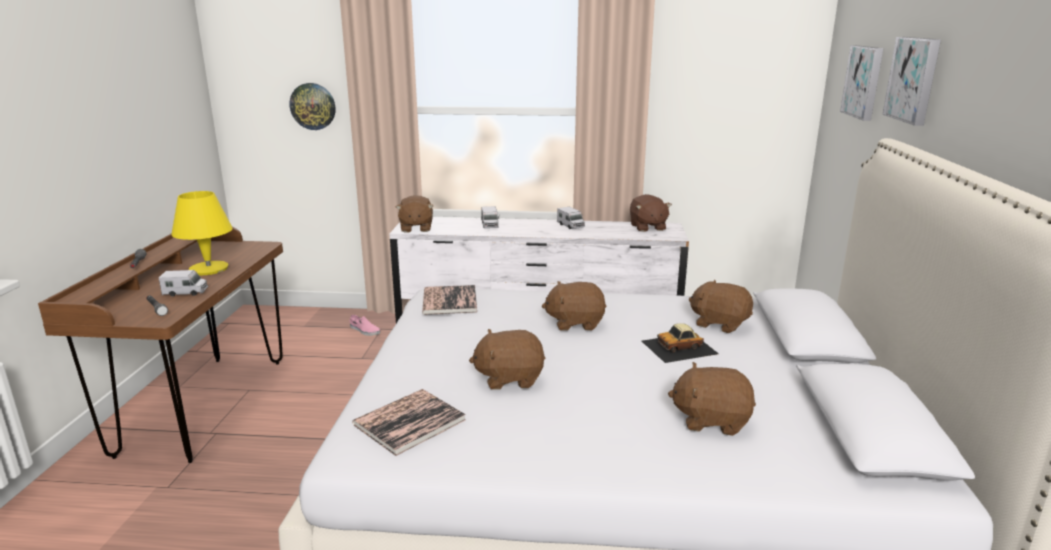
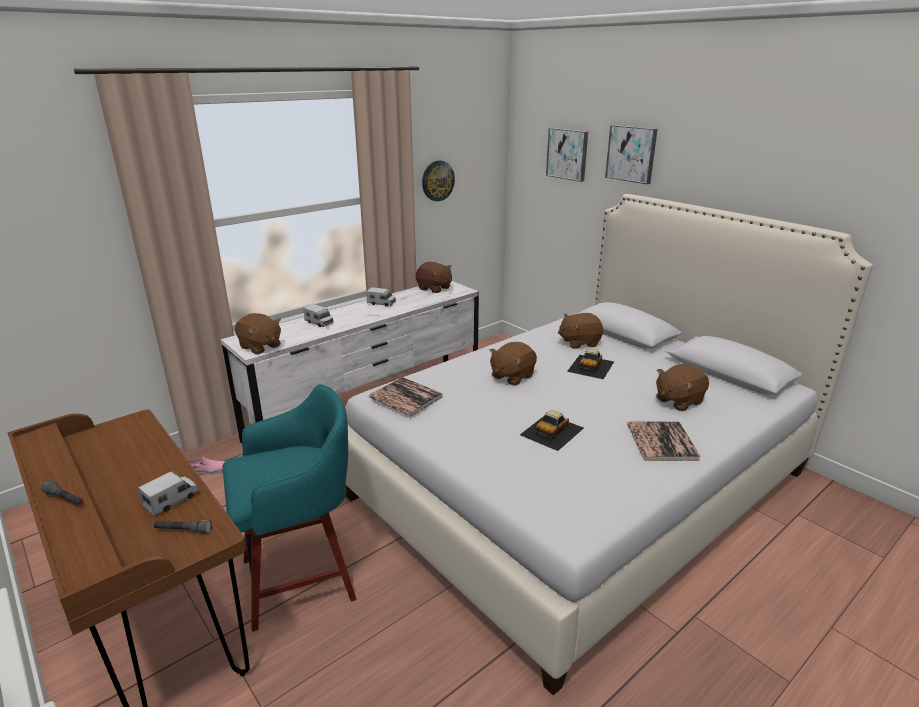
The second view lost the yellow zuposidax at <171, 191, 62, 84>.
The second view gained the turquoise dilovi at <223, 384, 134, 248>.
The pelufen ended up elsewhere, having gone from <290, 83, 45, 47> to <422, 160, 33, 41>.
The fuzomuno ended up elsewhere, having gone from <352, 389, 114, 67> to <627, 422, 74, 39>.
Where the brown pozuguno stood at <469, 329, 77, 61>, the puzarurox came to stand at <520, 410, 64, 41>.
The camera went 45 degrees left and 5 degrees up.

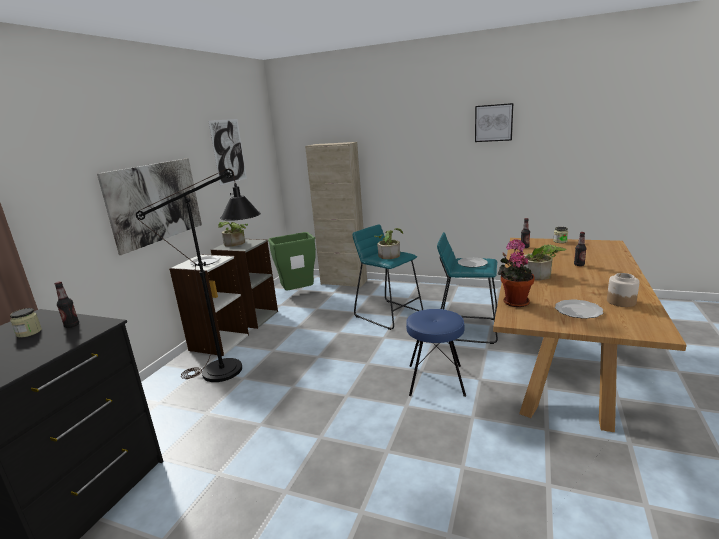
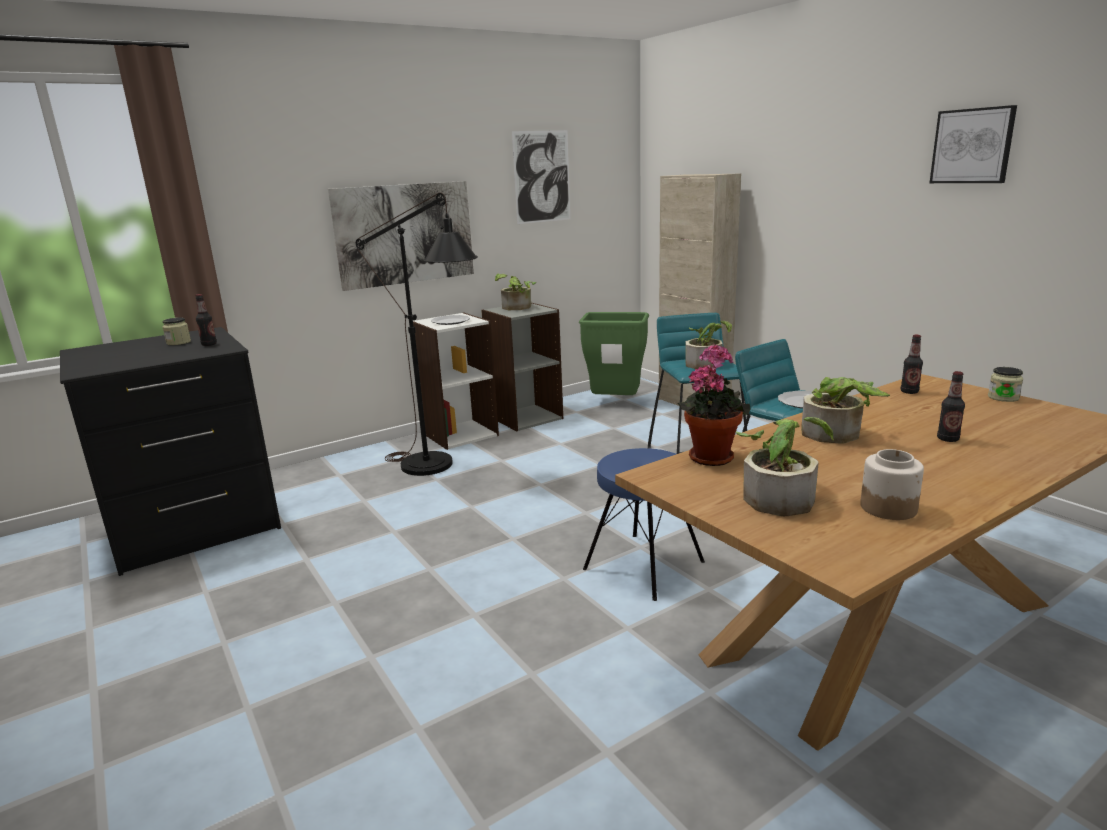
Where the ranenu stood at <555, 299, 48, 20>, the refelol came to stand at <736, 417, 98, 99>.
The camera went 35 degrees right and 0 degrees up.

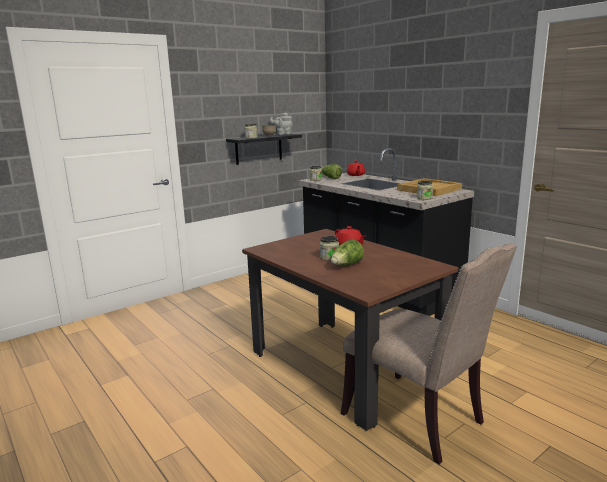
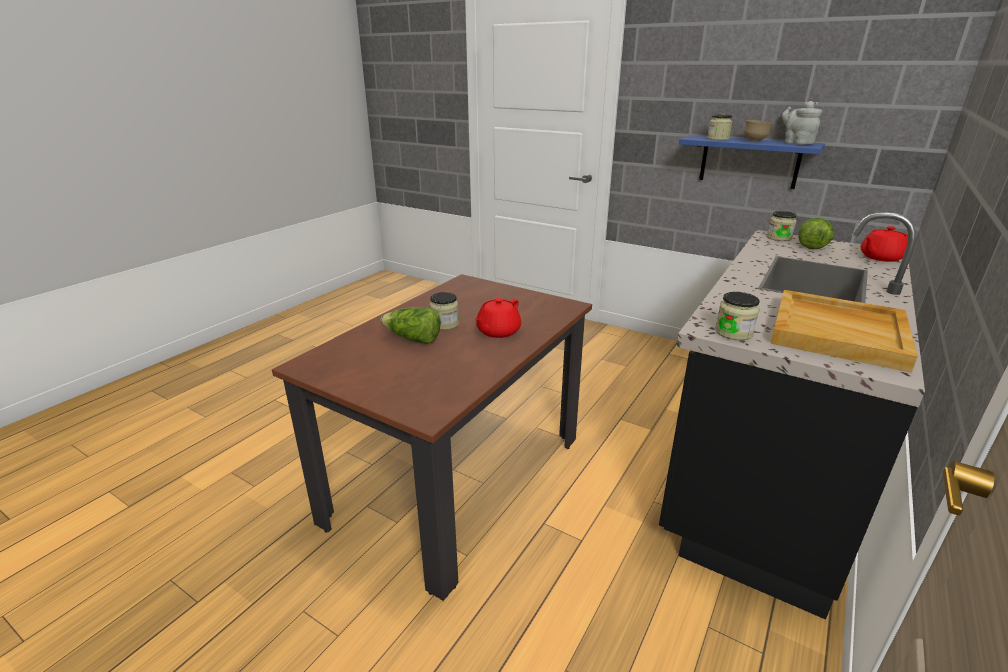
The second view lost the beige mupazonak at <341, 243, 176, 221>.
What was the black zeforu at <226, 134, 76, 31> turned into the blue zeforu at <679, 135, 146, 54>.
The camera went 70 degrees right and 10 degrees up.

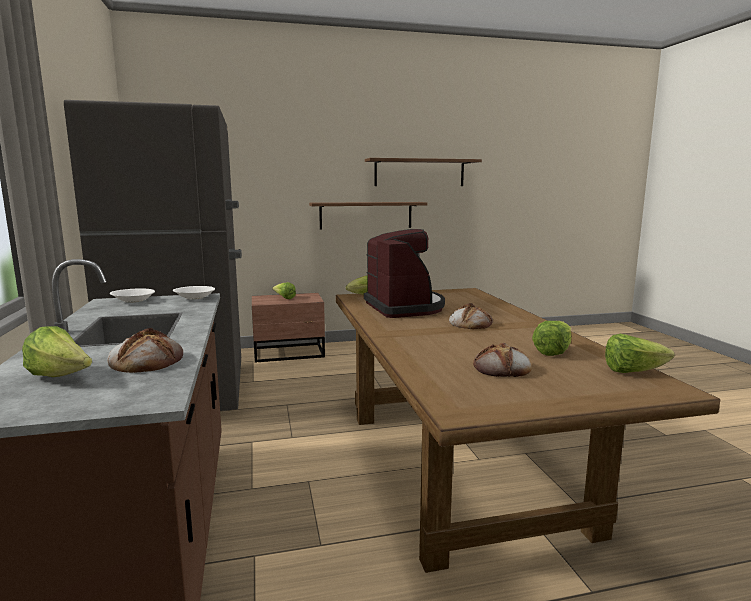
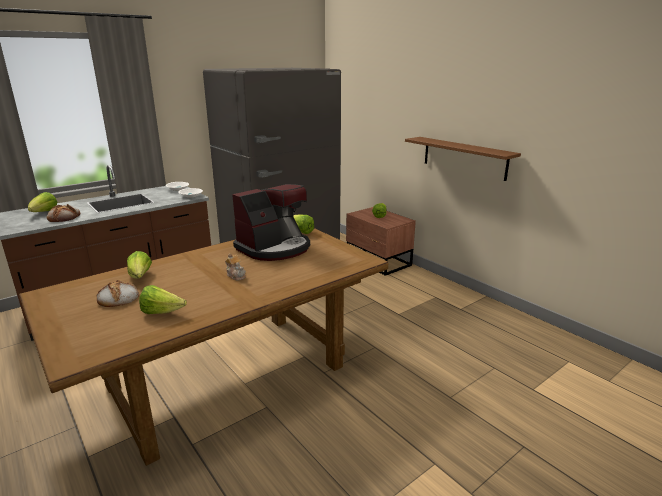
The second view lost the brown zeforu at <365, 158, 117, 28>.
The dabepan ended up elsewhere, having gone from <605, 334, 70, 39> to <127, 251, 25, 28>.
Where the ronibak stood at <449, 303, 44, 26>, the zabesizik came to stand at <225, 253, 21, 28>.
The camera went 65 degrees right and 10 degrees up.

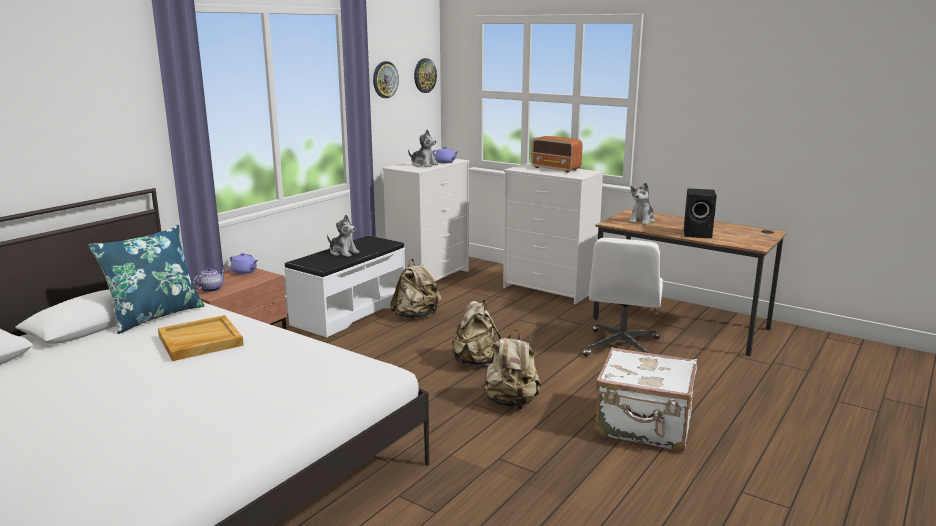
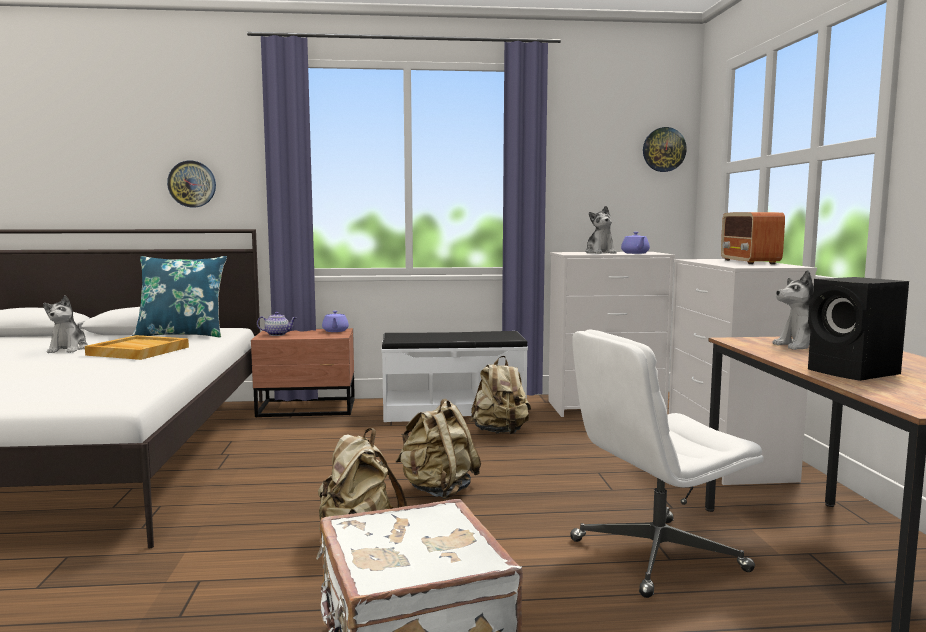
The pozuguno ended up elsewhere, having gone from <327, 215, 33, 42> to <43, 295, 45, 58>.
The pelufen ended up elsewhere, having gone from <373, 61, 26, 37> to <167, 161, 49, 46>.
The camera went 50 degrees right and 10 degrees down.

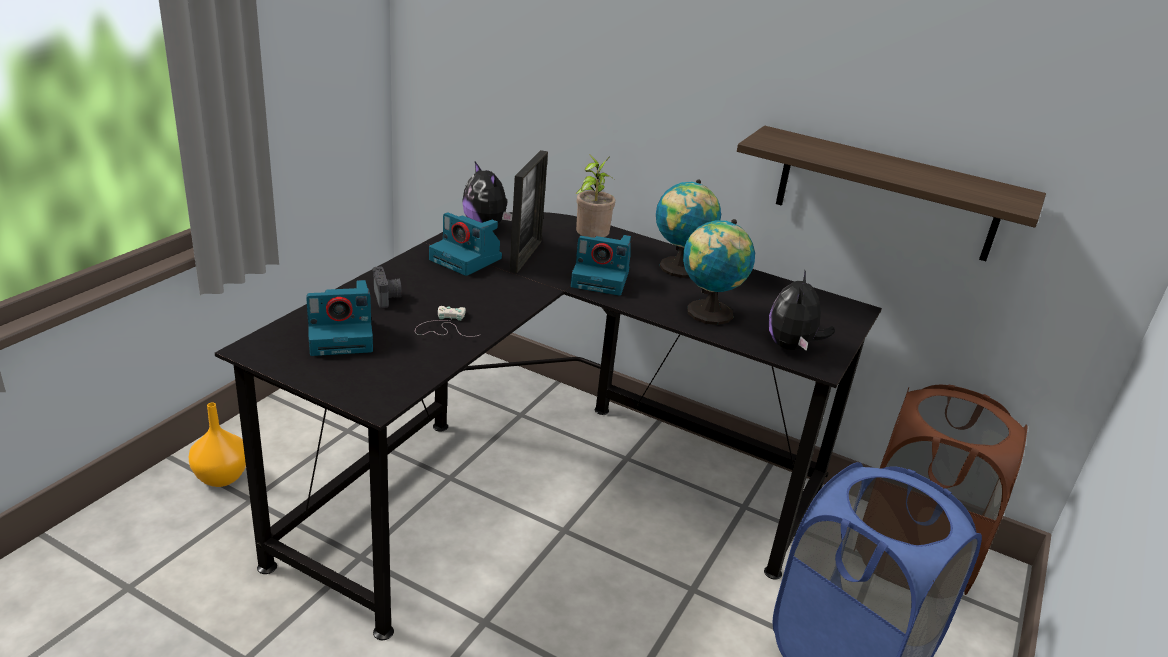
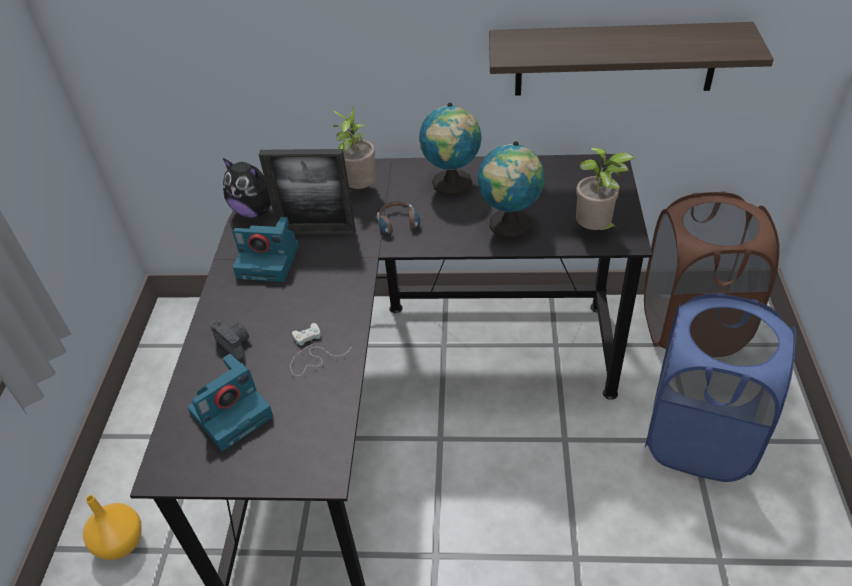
Where the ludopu stood at <571, 235, 60, 61>, the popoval came to stand at <377, 201, 44, 38>.
Where the pozuguno stood at <769, 269, 66, 82>, the refelol came to stand at <576, 148, 58, 82>.
The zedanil at <509, 150, 39, 123> ended up facing another way, 105 degrees clockwise from before.
The camera went 20 degrees left and 15 degrees up.

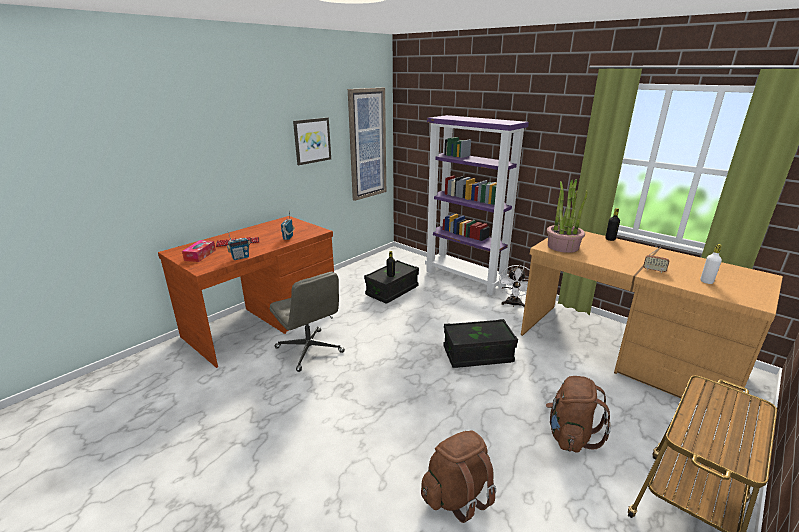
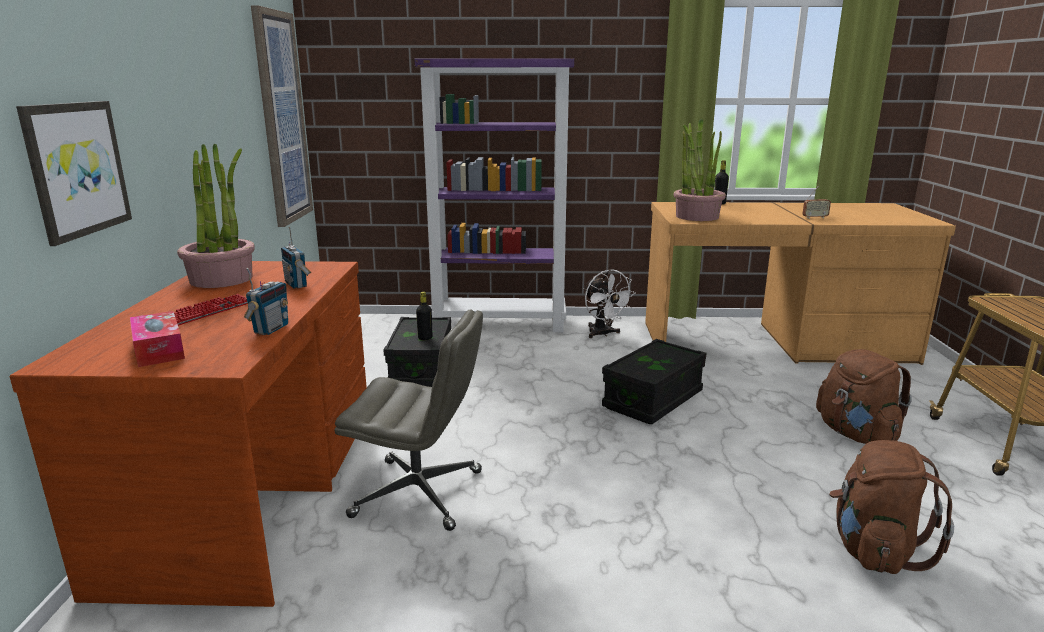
The second view lost the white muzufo at <701, 244, 21, 40>.
The second view gained the refelol at <177, 144, 78, 144>.
The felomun ended up elsewhere, having gone from <293, 117, 38, 48> to <16, 101, 116, 145>.
The camera went 40 degrees left and 5 degrees down.

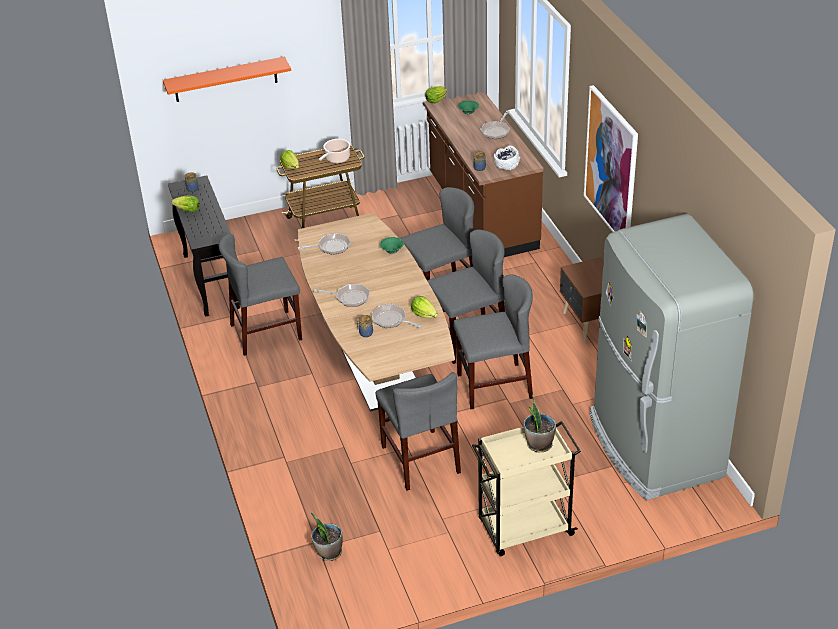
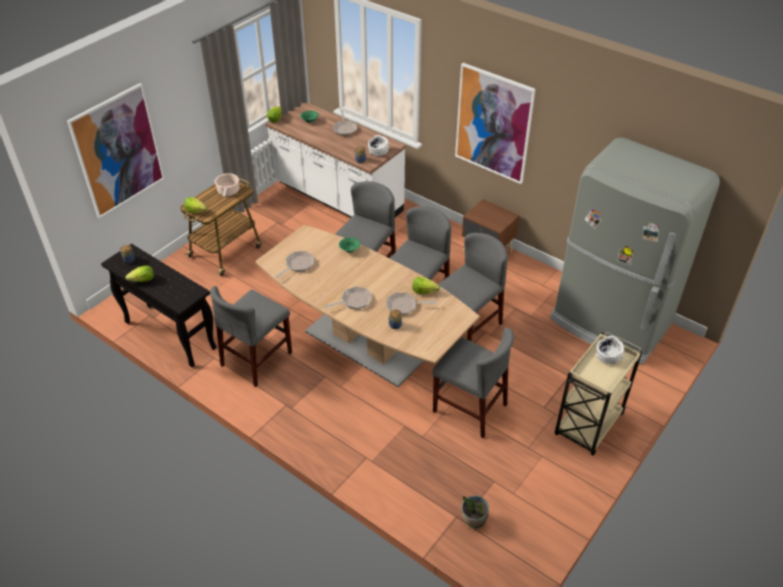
Where the orange zeforu hung at <163, 57, 128, 45>, the felomun came to hang at <67, 83, 98, 135>.
Where the refelol stood at <524, 395, 32, 57>, the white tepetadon came to stand at <596, 336, 28, 28>.
What was the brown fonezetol at <422, 92, 121, 165> turned into the white fonezetol at <264, 103, 142, 114>.
The camera went 35 degrees left and 5 degrees up.

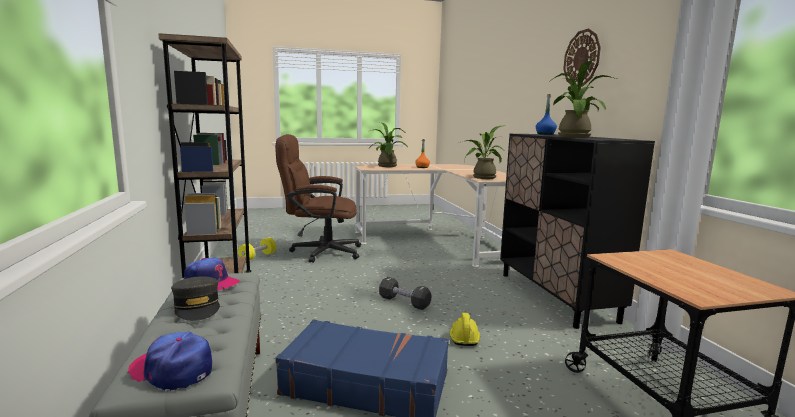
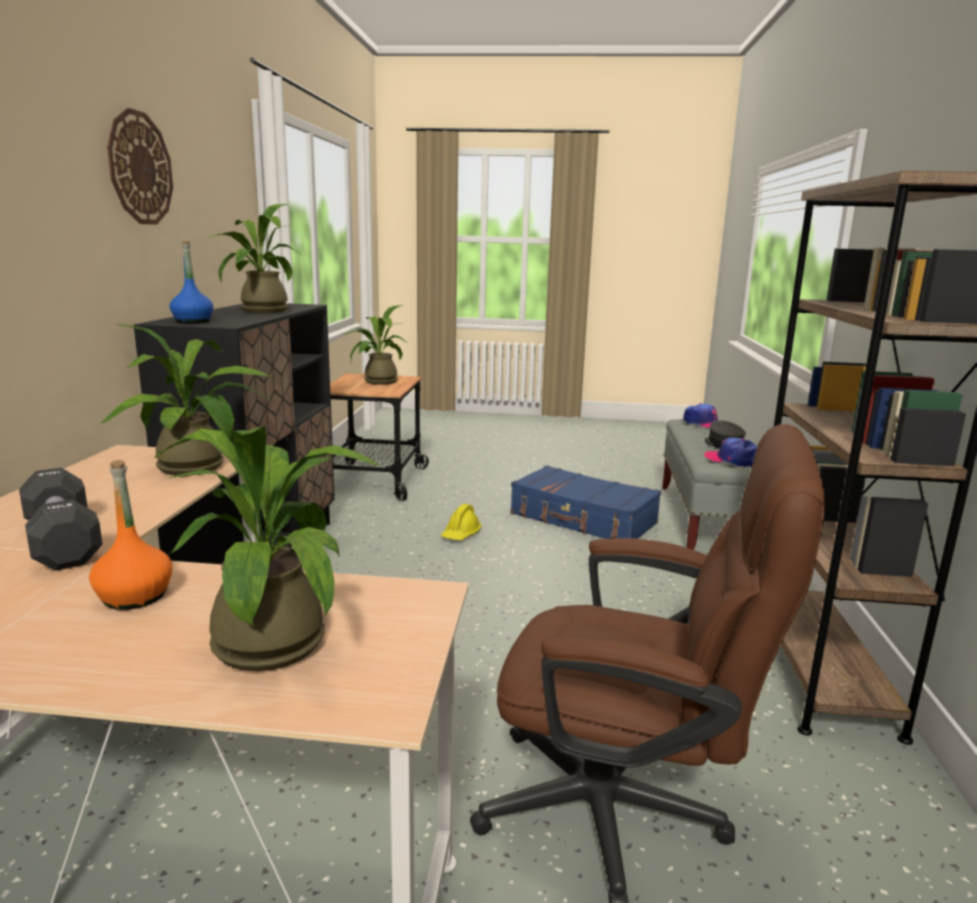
The second view lost the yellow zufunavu at <238, 238, 38, 22>.
The second view gained the refelol at <343, 305, 64, 80>.
The black zufunavu ended up elsewhere, having gone from <379, 277, 52, 33> to <19, 468, 83, 103>.
The camera went 160 degrees left and 5 degrees up.

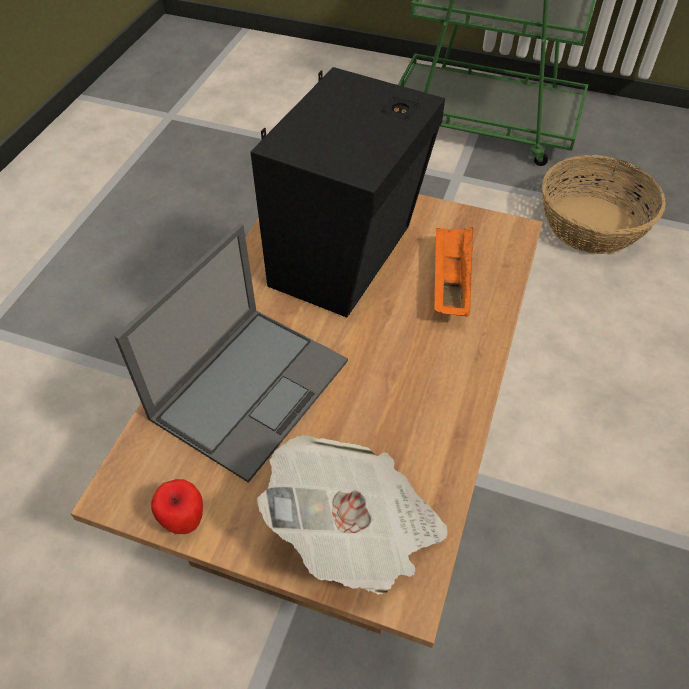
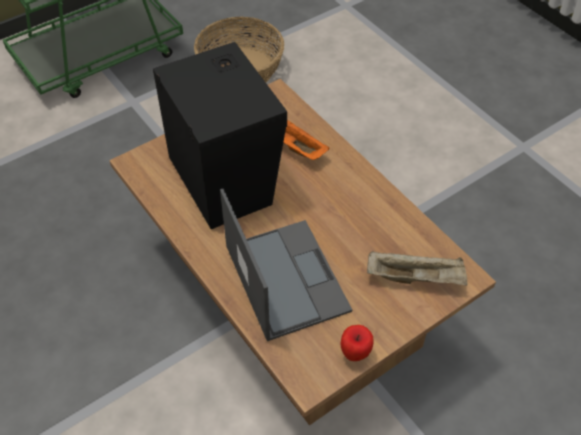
Where the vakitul stood at <257, 435, 191, 160>, the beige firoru came to stand at <367, 251, 101, 35>.
The camera went 55 degrees left and 0 degrees up.

